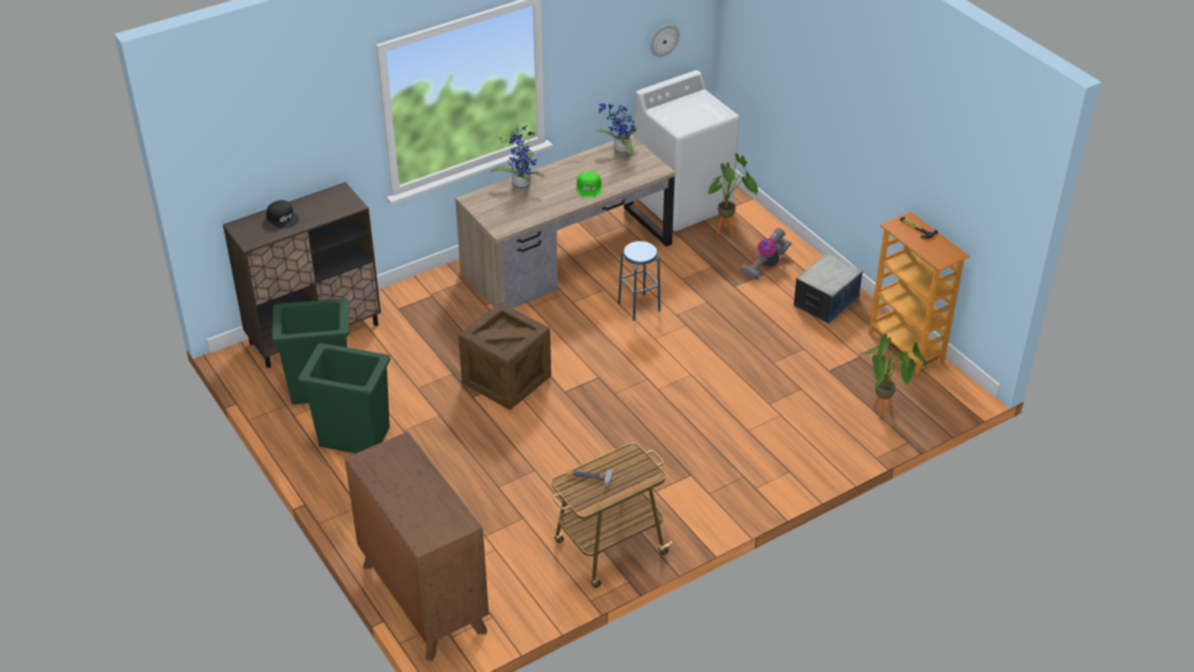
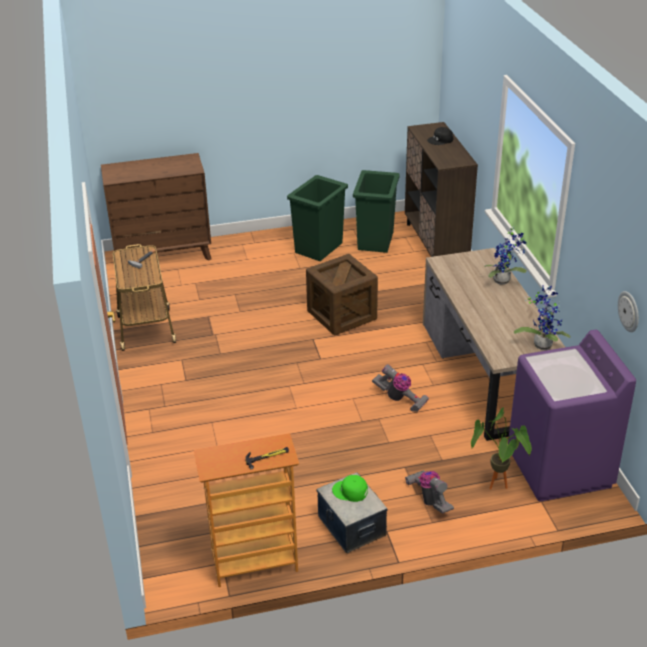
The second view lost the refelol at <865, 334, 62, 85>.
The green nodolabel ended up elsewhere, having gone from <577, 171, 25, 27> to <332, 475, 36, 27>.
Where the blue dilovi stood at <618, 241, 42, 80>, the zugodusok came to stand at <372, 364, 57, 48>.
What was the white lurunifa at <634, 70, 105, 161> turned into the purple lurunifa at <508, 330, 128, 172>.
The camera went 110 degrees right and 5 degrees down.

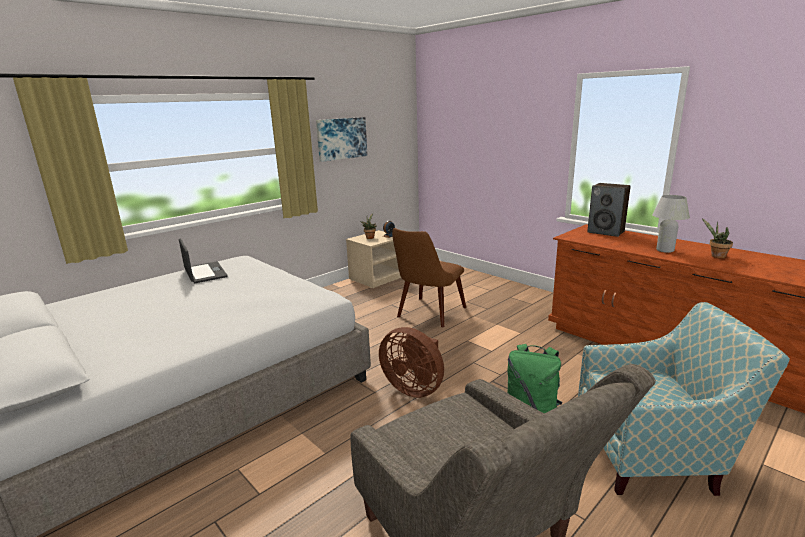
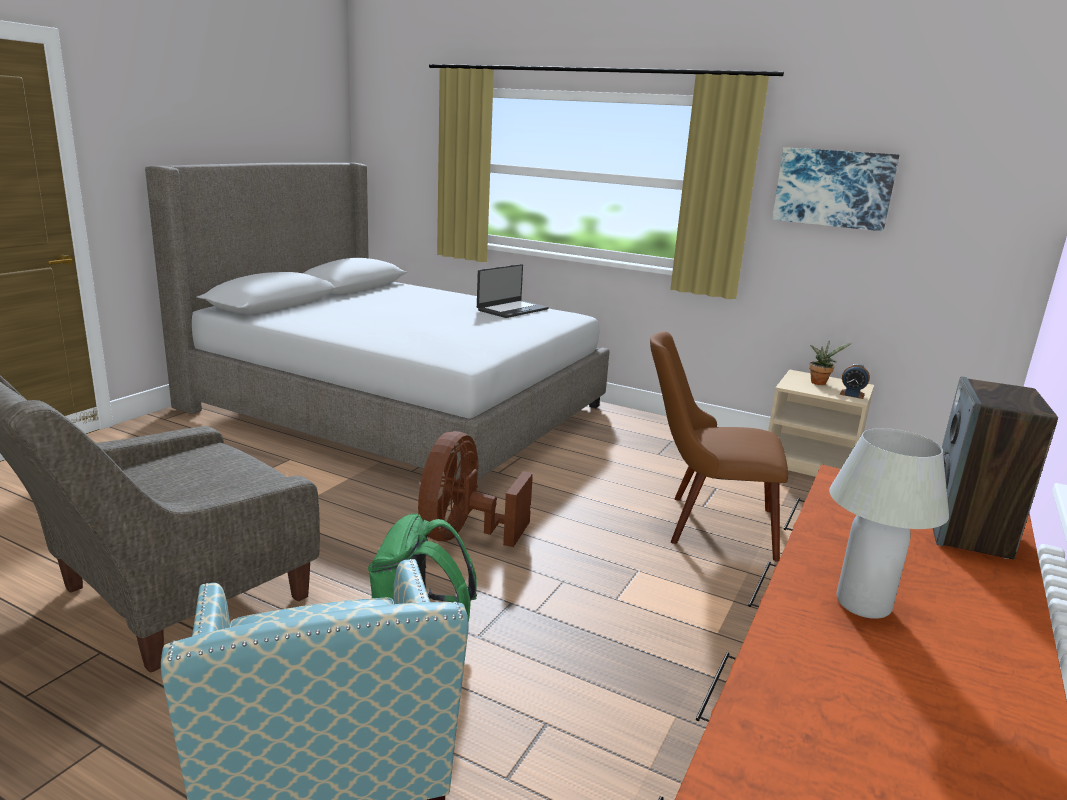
The second view lost the refelol at <702, 218, 31, 40>.
The camera went 70 degrees right and 0 degrees up.

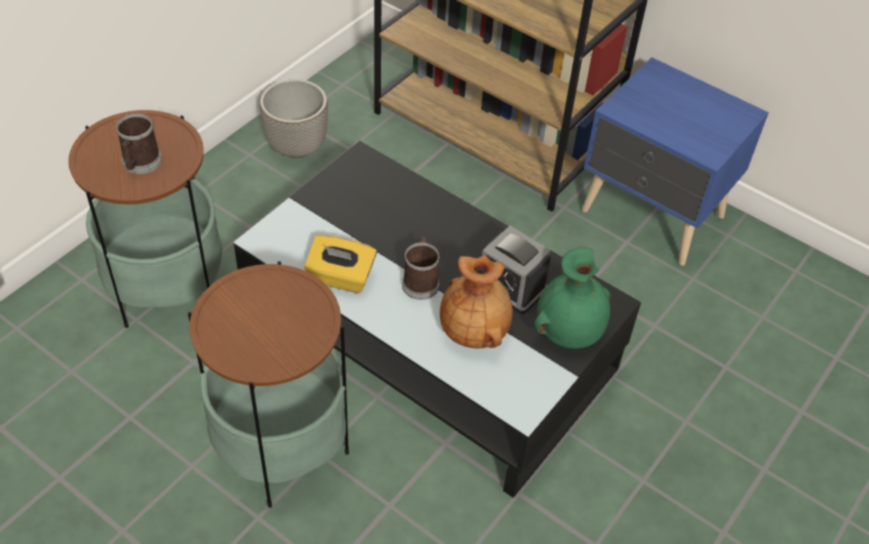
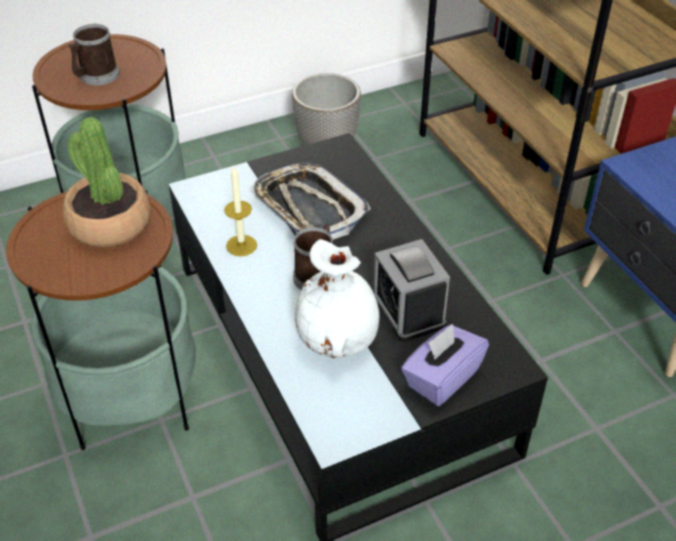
The second view gained the refelol at <63, 117, 88, 130>.
The second view gained the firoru at <250, 163, 121, 77>.
Where the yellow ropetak stood at <304, 235, 73, 58>, the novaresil came to stand at <224, 167, 33, 89>.
Where the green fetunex stood at <533, 247, 78, 102>, the purple ropetak came to stand at <401, 324, 88, 82>.
What was the brown fetunex at <440, 255, 73, 93> turned into the white fetunex at <295, 239, 84, 119>.
The camera went 30 degrees right and 5 degrees down.

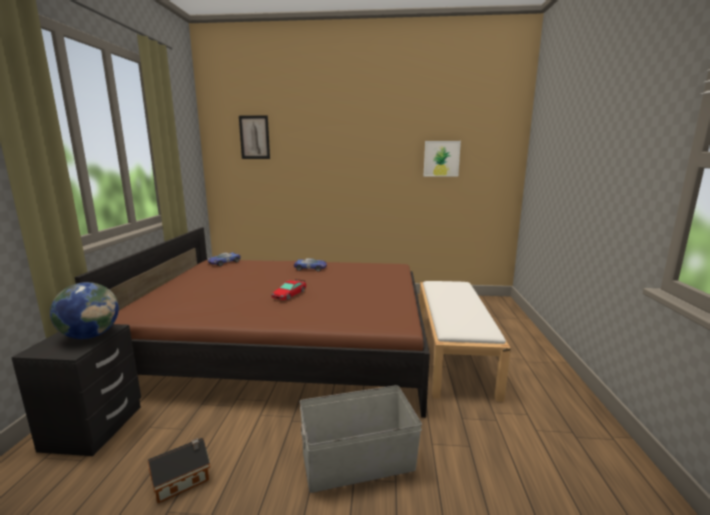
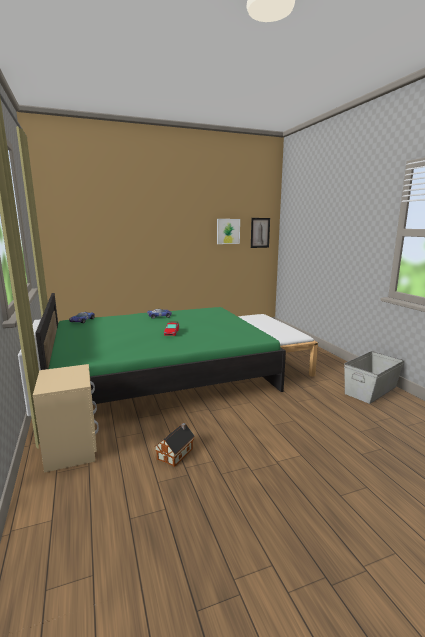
The second view lost the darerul at <50, 282, 69, 57>.
The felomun ended up elsewhere, having gone from <239, 115, 31, 44> to <251, 218, 19, 30>.
The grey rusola ended up elsewhere, having gone from <300, 385, 122, 108> to <344, 351, 60, 53>.
What was the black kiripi at <11, 324, 130, 132> turned into the beige kiripi at <33, 364, 66, 109>.
What was the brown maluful at <75, 227, 355, 191> turned into the green maluful at <36, 293, 250, 111>.
The camera went 25 degrees left and 0 degrees up.

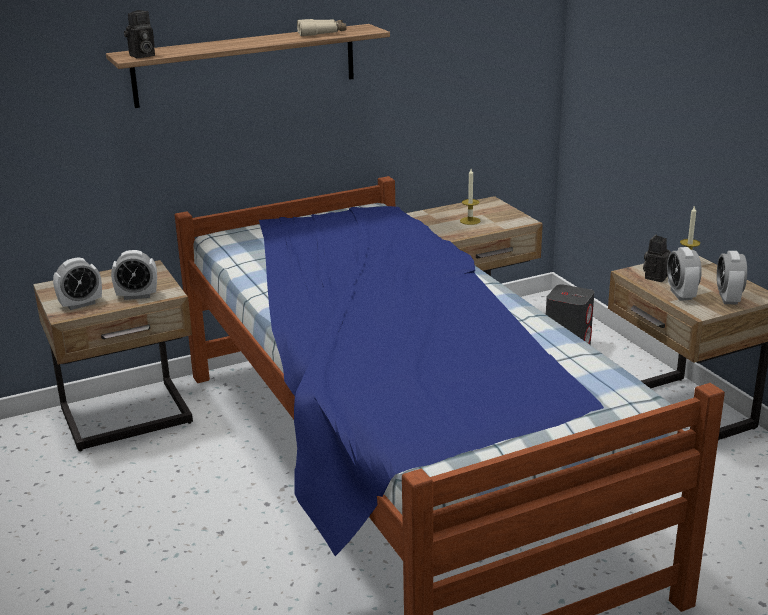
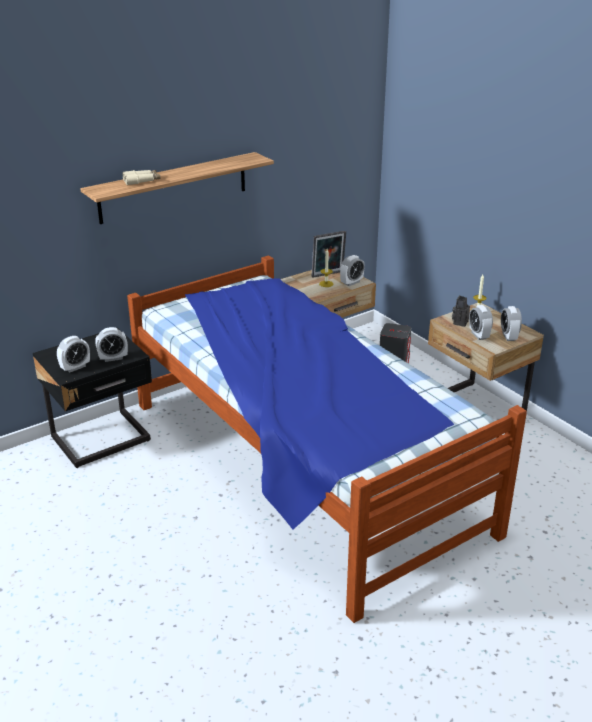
The second view lost the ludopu at <124, 10, 31, 48>.
The second view gained the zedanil at <312, 231, 34, 47>.
The second view gained the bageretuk at <340, 255, 25, 31>.
The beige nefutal ended up elsewhere, having gone from <297, 19, 49, 18> to <122, 170, 38, 15>.
What was the beige kiripi at <33, 260, 160, 191> turned into the black kiripi at <33, 328, 119, 140>.
The camera went 10 degrees left and 5 degrees up.

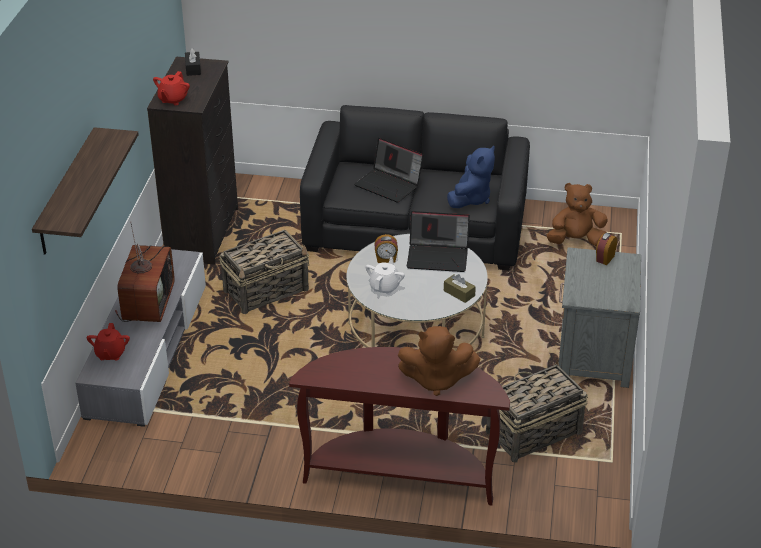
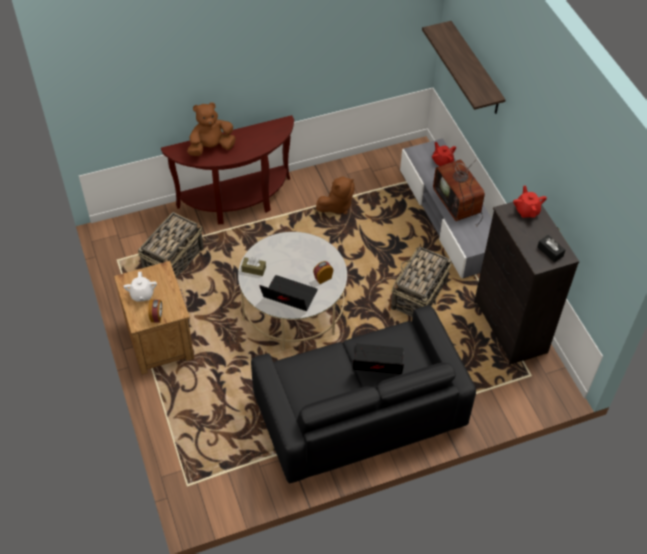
The second view lost the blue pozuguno at <447, 146, 48, 62>.
The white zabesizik ended up elsewhere, having gone from <365, 257, 40, 38> to <123, 272, 34, 29>.
The brown pozuguno ended up elsewhere, having gone from <546, 183, 62, 63> to <316, 176, 39, 38>.
What was the grey kiripi at <559, 247, 82, 141> turned into the brown kiripi at <114, 261, 80, 114>.
The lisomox at <407, 211, 63, 61> ended up facing another way, 45 degrees clockwise from before.
The camera went 150 degrees right and 15 degrees up.

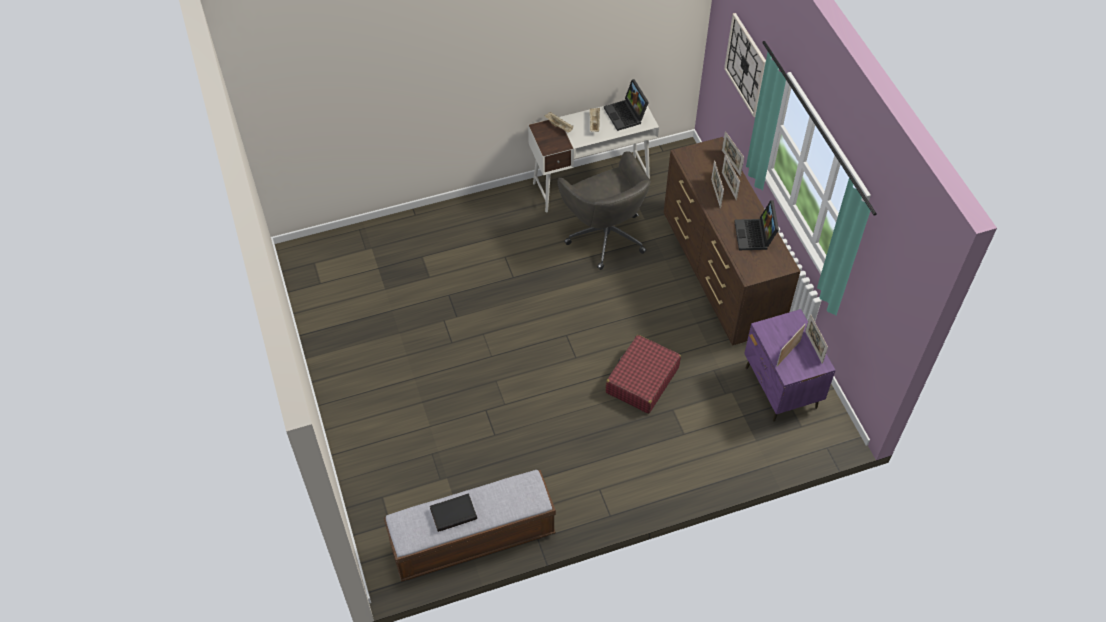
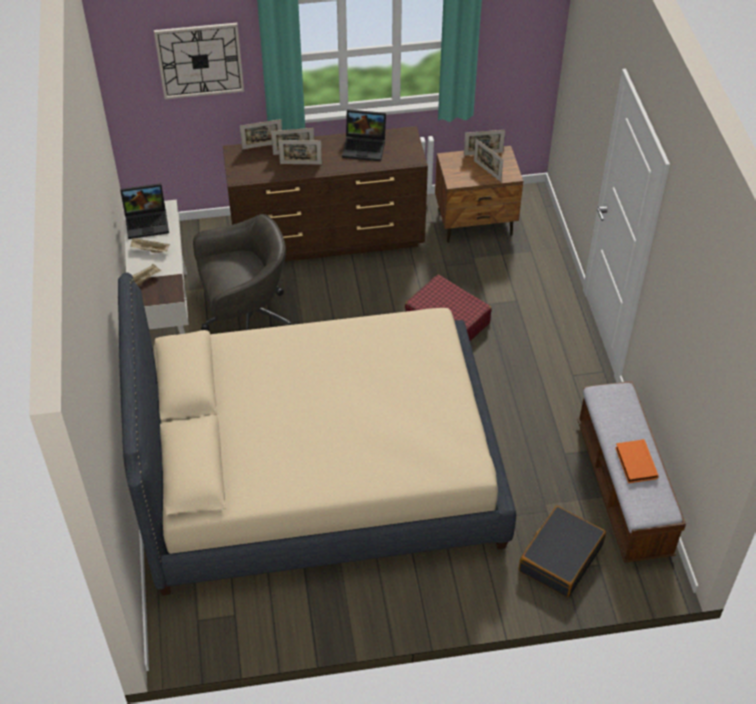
The second view gained the beige maluful at <118, 273, 398, 322>.
The second view gained the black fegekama at <519, 506, 87, 92>.
What was the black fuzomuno at <430, 493, 47, 39> turned into the orange fuzomuno at <615, 439, 44, 44>.
What was the purple kiripi at <744, 309, 92, 113> turned into the brown kiripi at <435, 146, 88, 97>.
The camera went 80 degrees left and 5 degrees down.

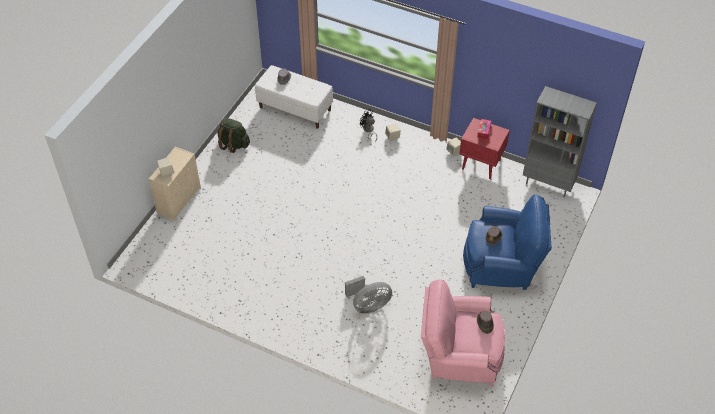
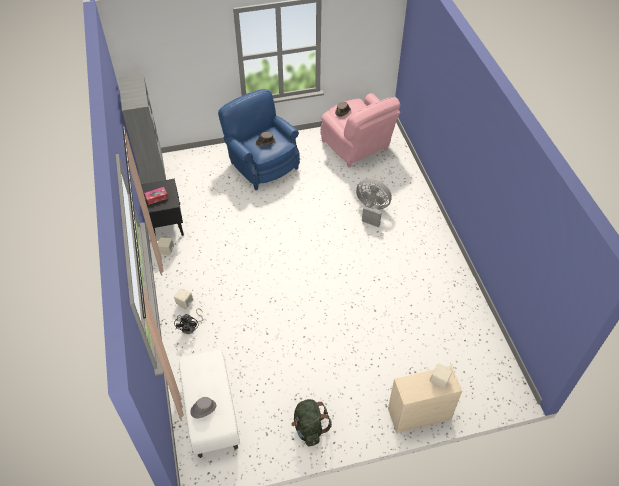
What was the red kiripi at <459, 118, 51, 61> turned into the black kiripi at <141, 179, 43, 57>.
The camera went 130 degrees left and 0 degrees up.

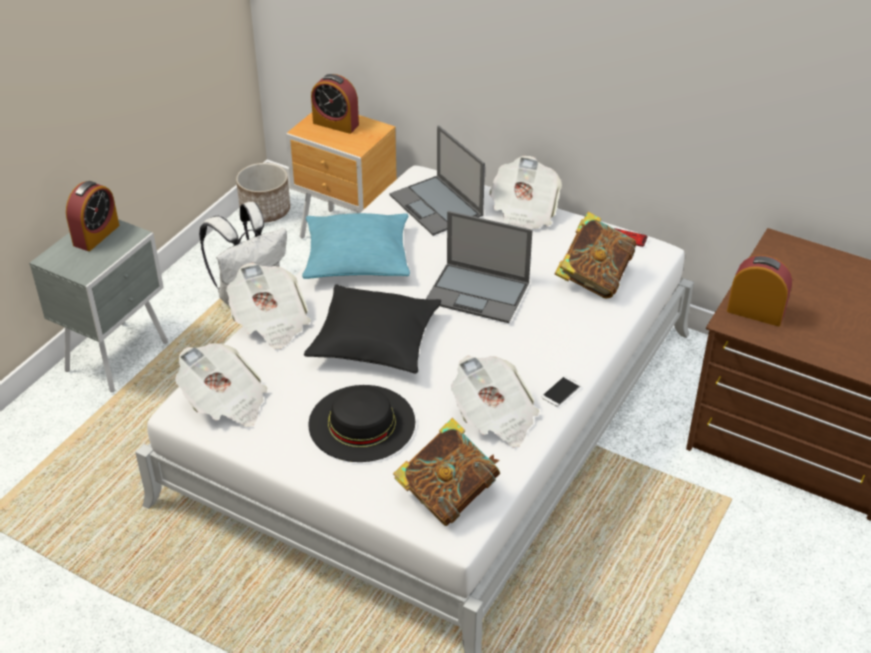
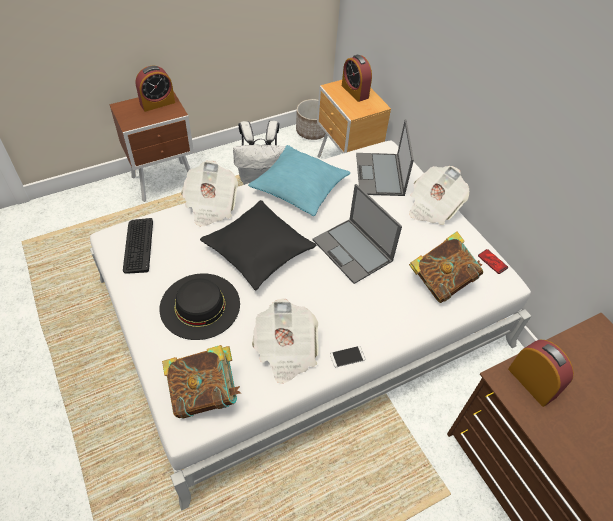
Where the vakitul stood at <175, 343, 92, 84>, the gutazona came to stand at <123, 218, 30, 56>.
What was the grey kiripi at <29, 219, 139, 173> turned into the brown kiripi at <109, 91, 85, 111>.
The camera went 30 degrees right and 10 degrees up.

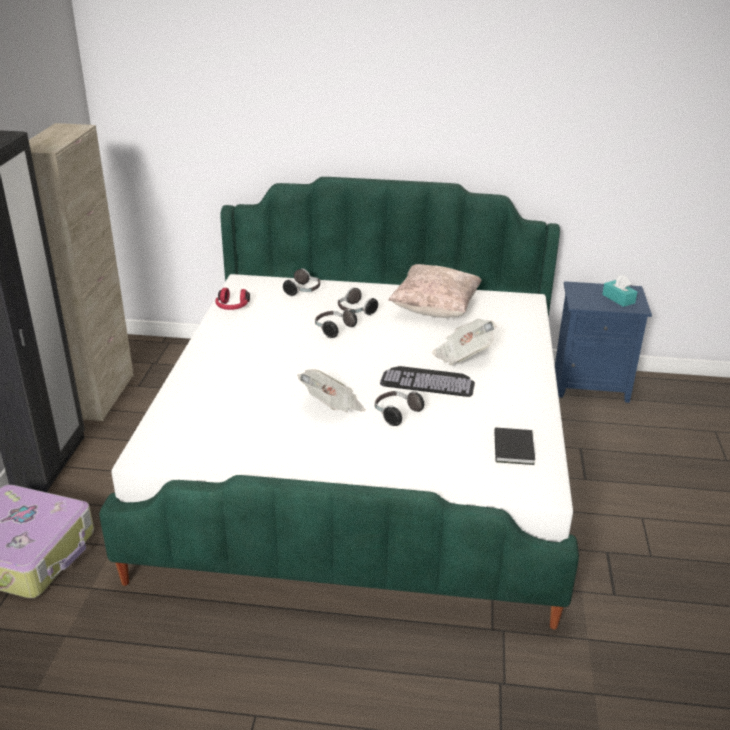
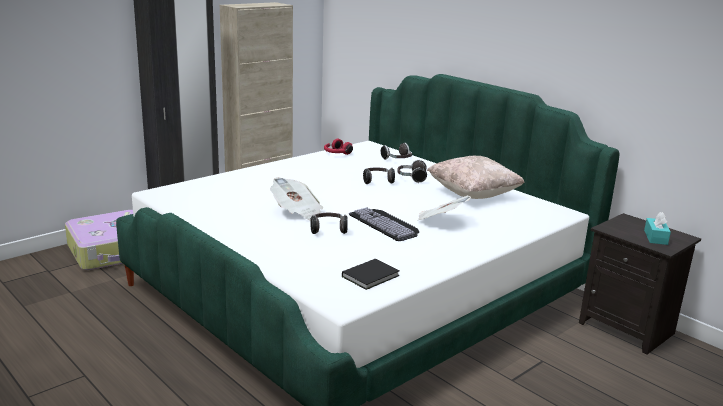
What was the blue kiripi at <555, 281, 97, 122> turned into the black kiripi at <579, 213, 122, 142>.
The camera went 40 degrees right and 10 degrees down.

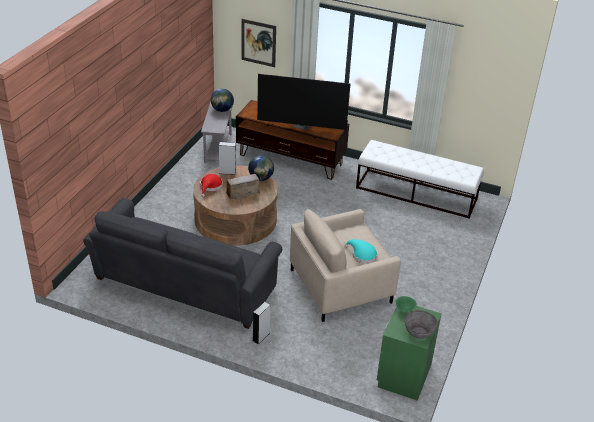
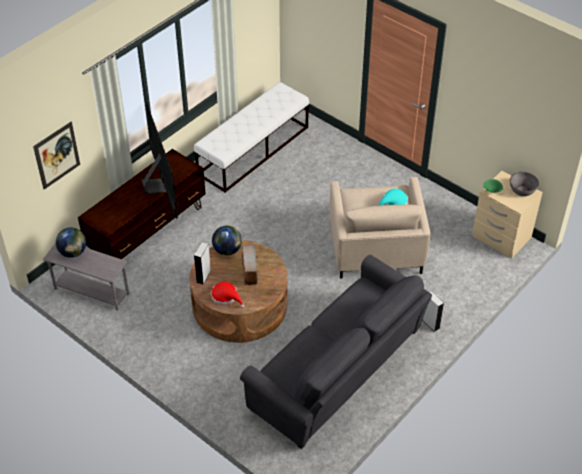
What was the green kiripi at <377, 306, 65, 95> turned into the beige kiripi at <473, 171, 70, 88>.
The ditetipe at <257, 74, 93, 56> ended up facing another way, 45 degrees counterclockwise from before.
The camera went 70 degrees left and 10 degrees up.

